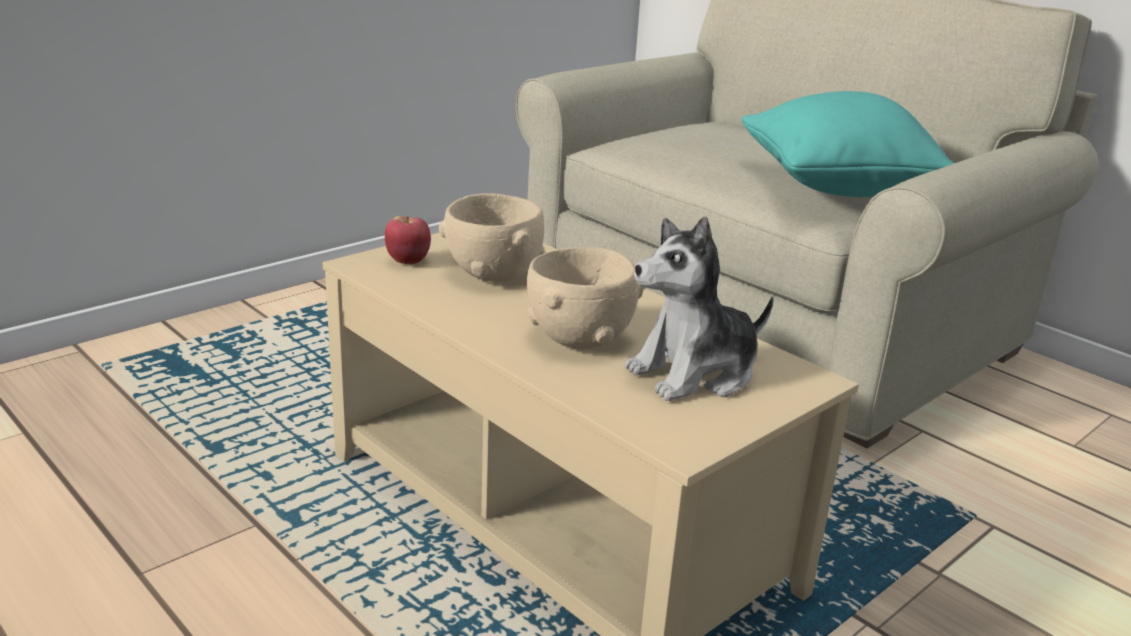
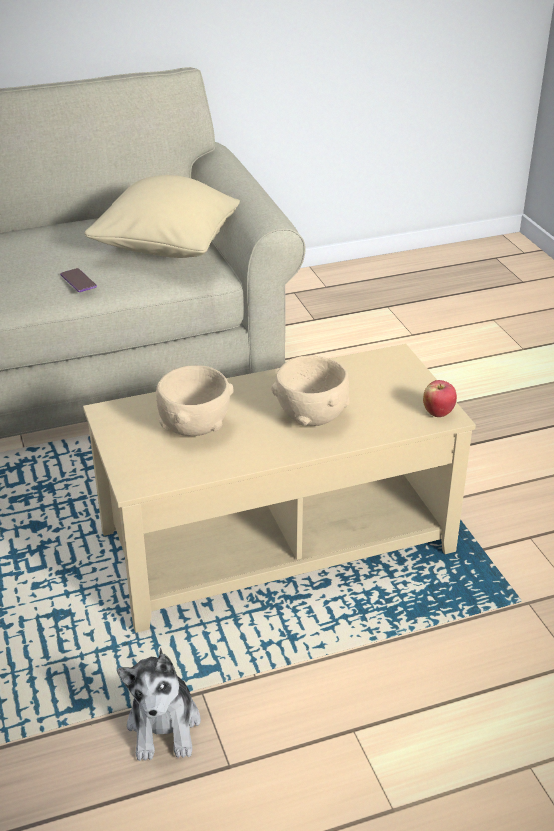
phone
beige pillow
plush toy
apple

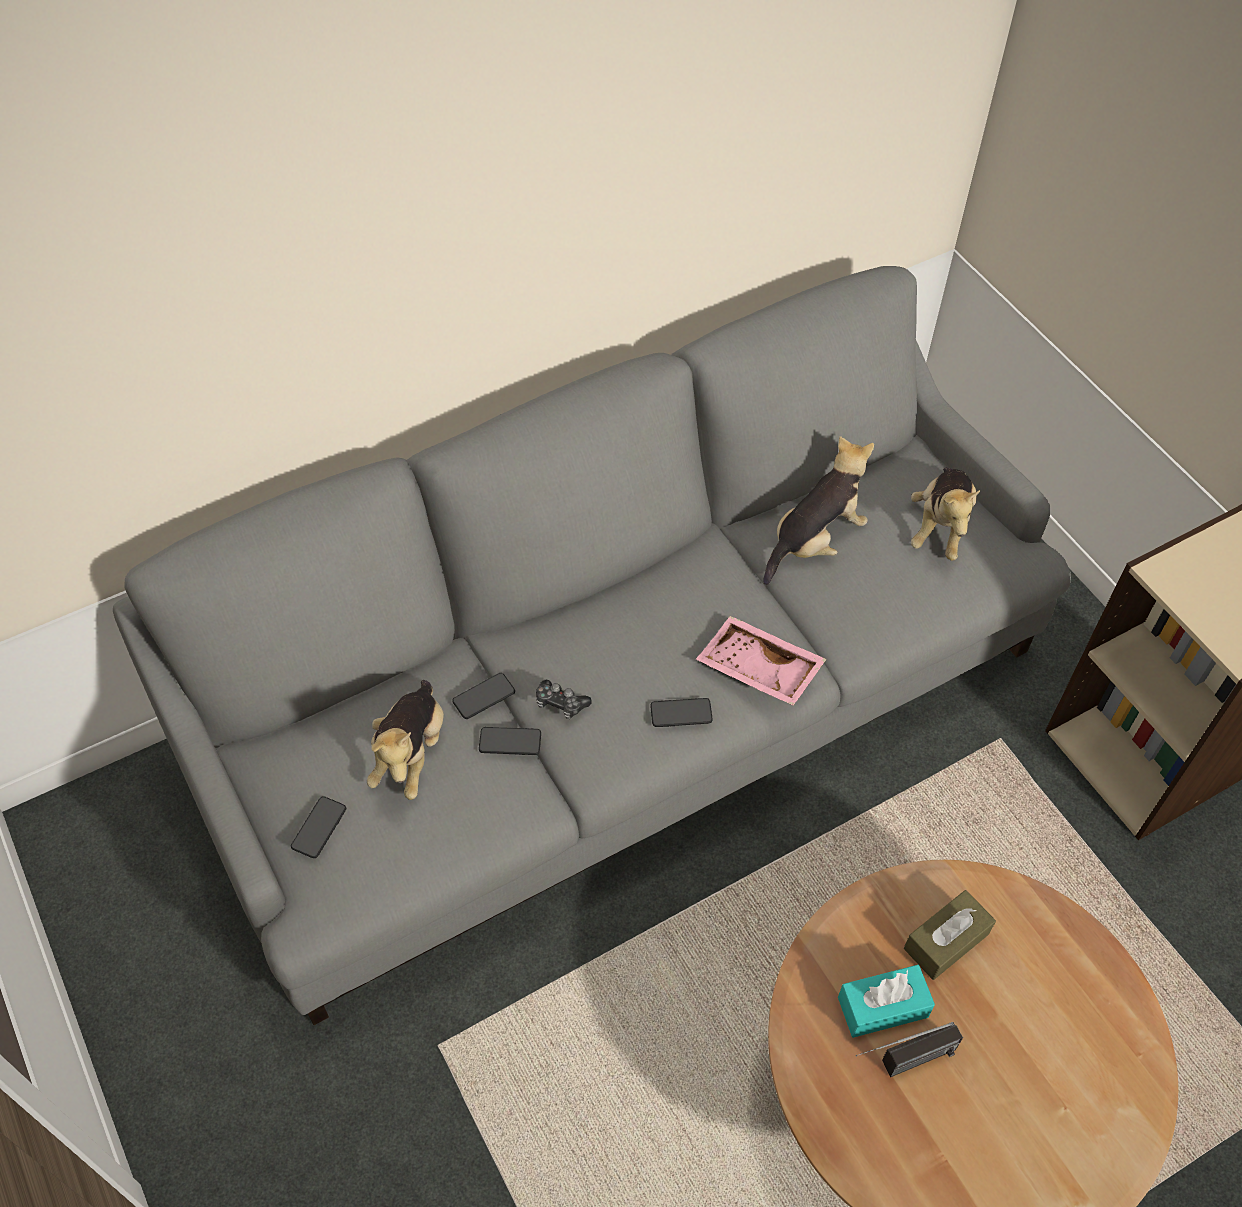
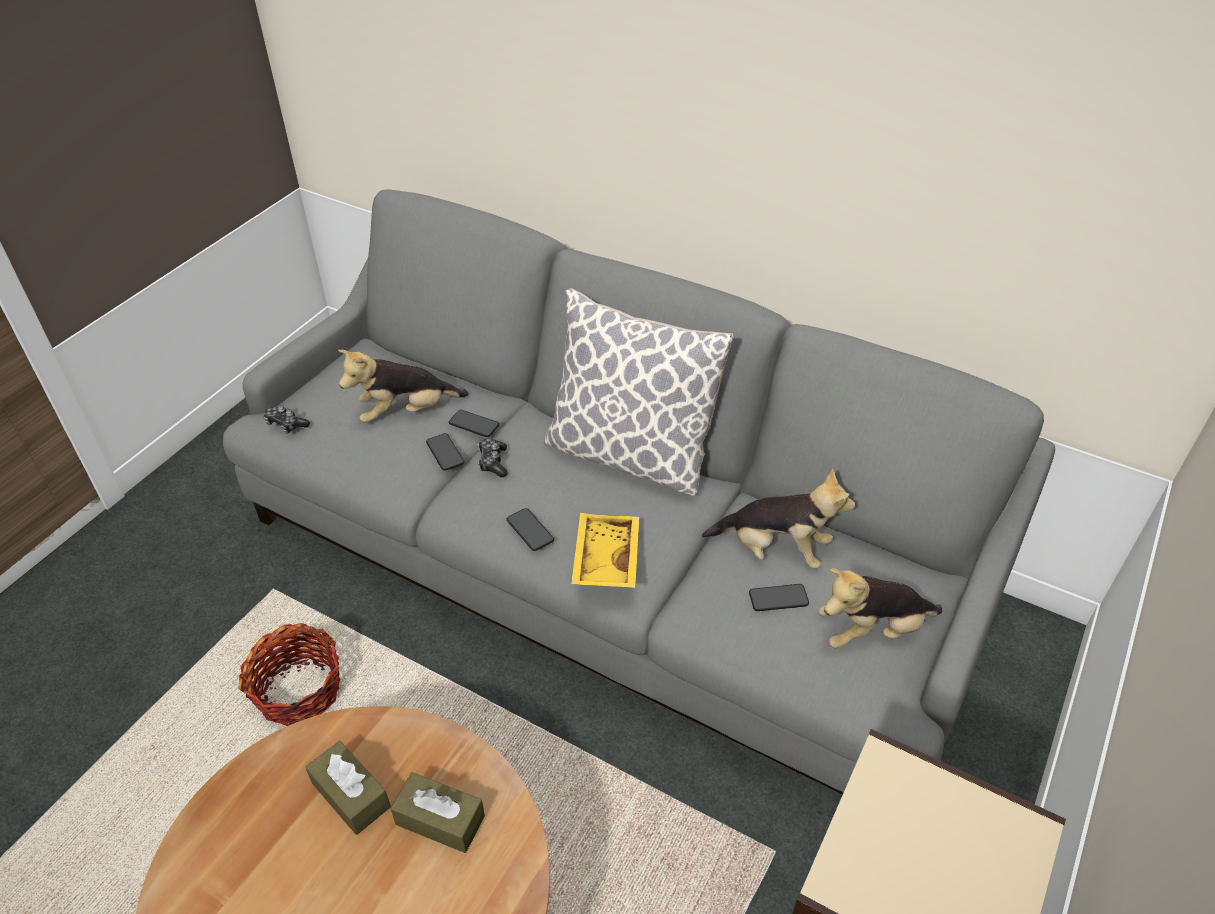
basket
game controller (1st from left)
brown tissue box (1st from left)
pillow
yellow tray
phone (4th from left)
radio

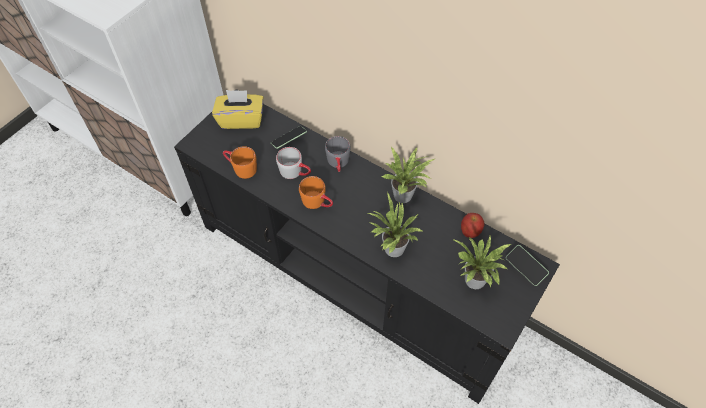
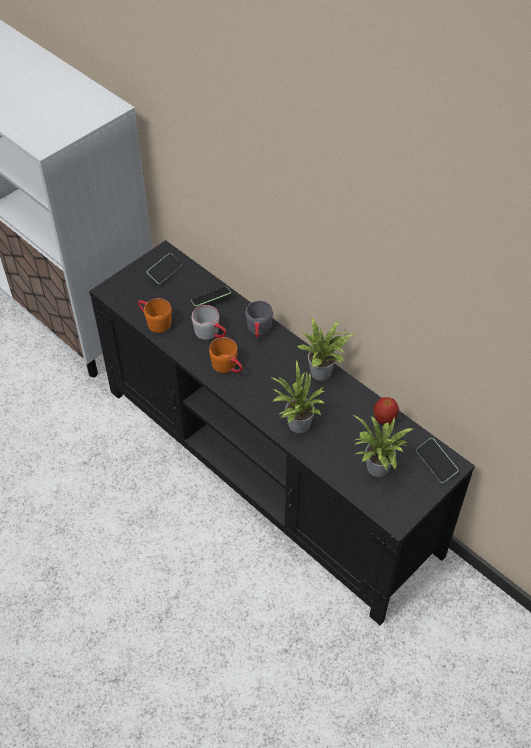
phone (1st from left)

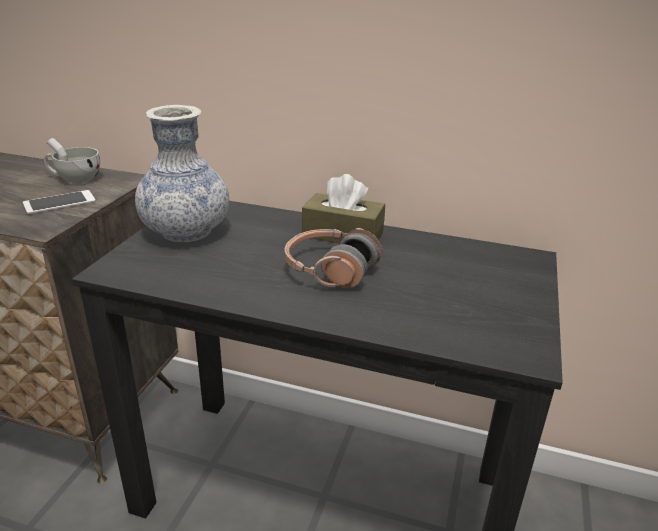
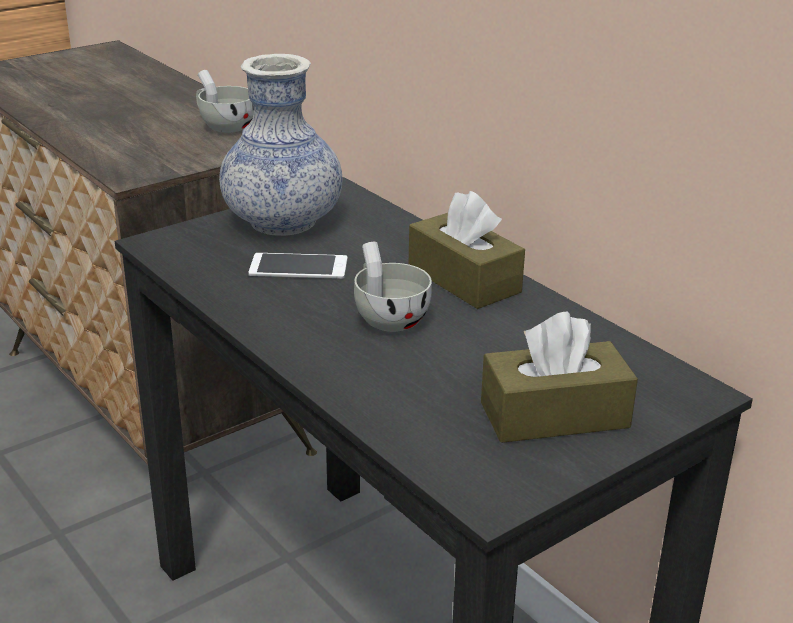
phone
white cup (2nd from left)
brown tissue box (2nd from left)

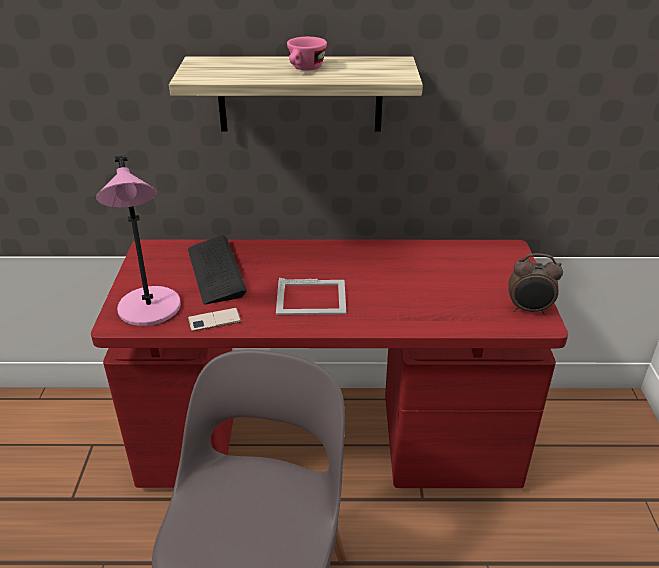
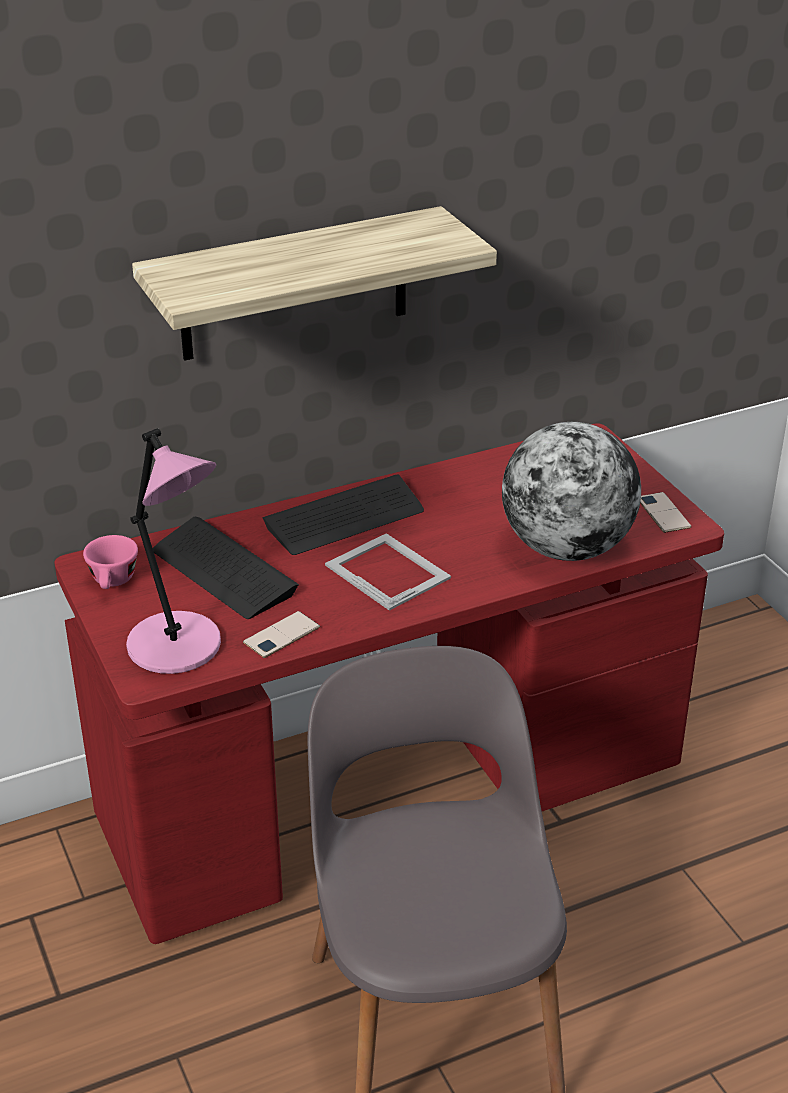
pink cup
keyboard (2nd from left)
picture frame
globe
phone (2nd from left)

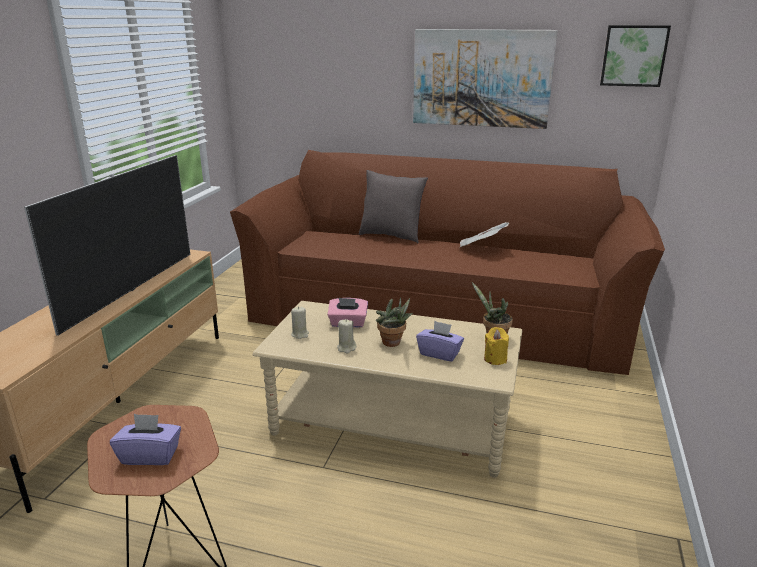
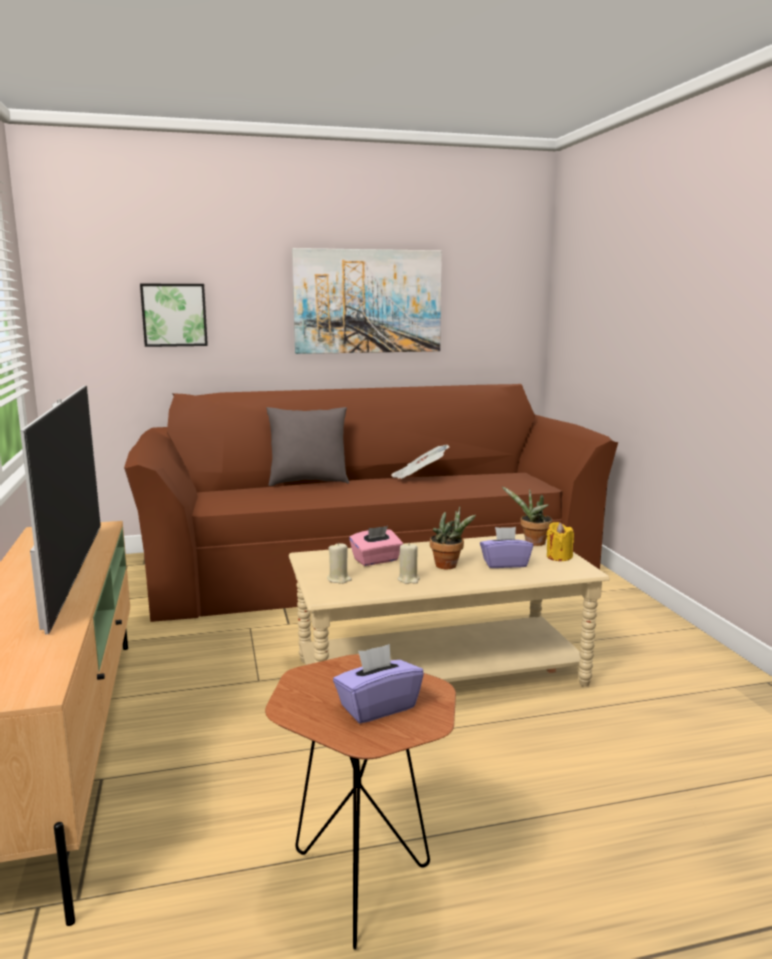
picture (1st from left)

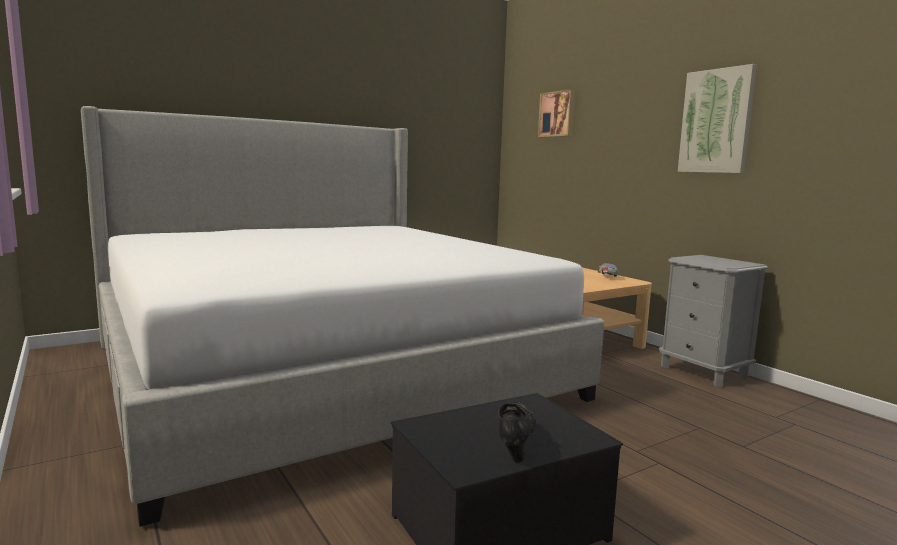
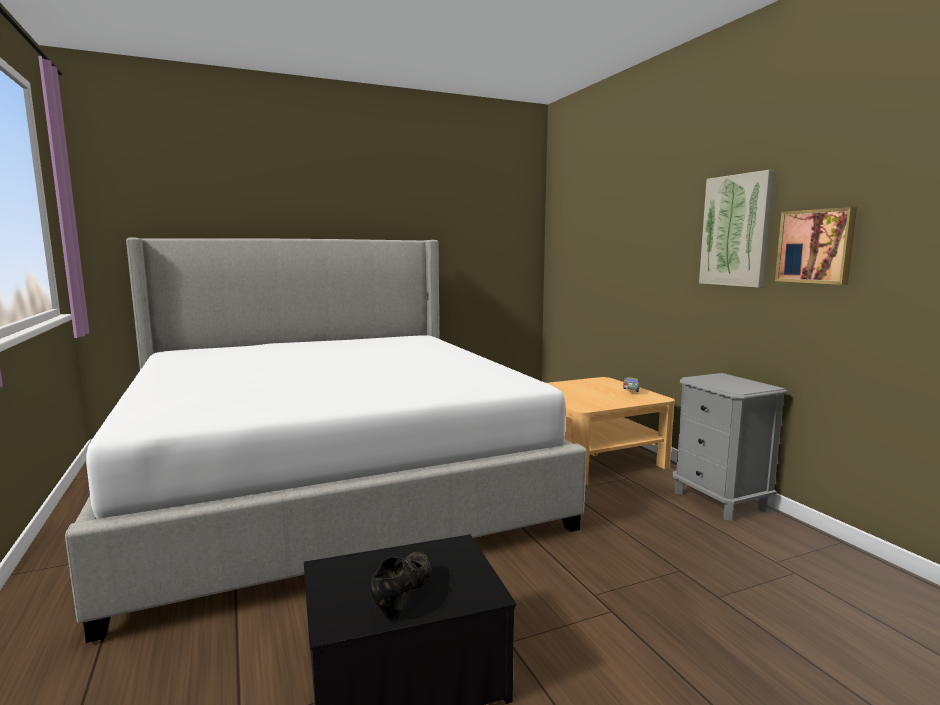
picture (2nd from left)

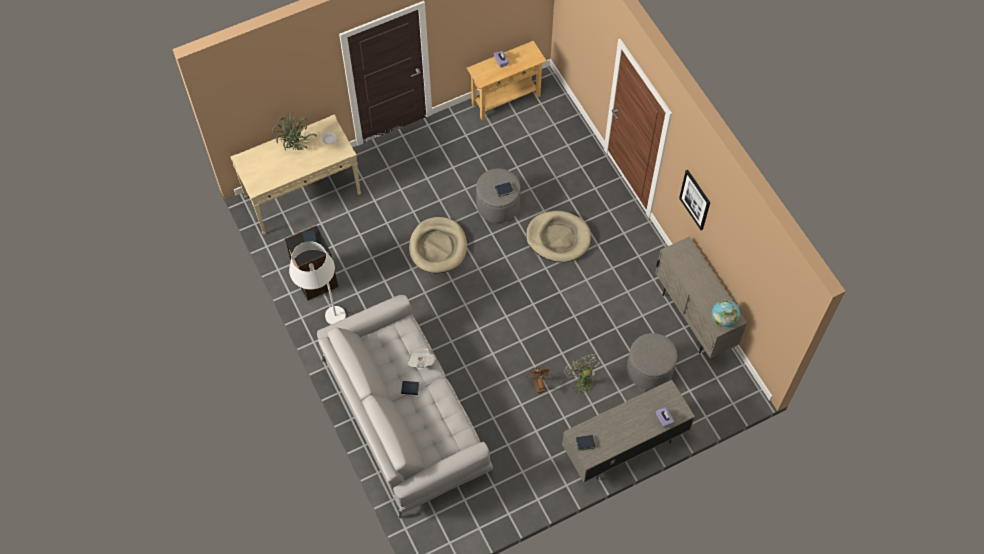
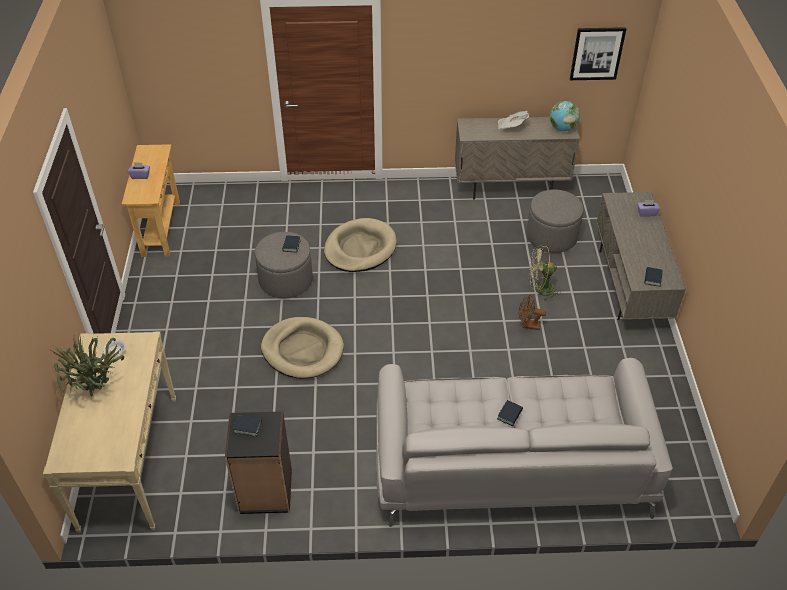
newspaper
picture
white floor lamp

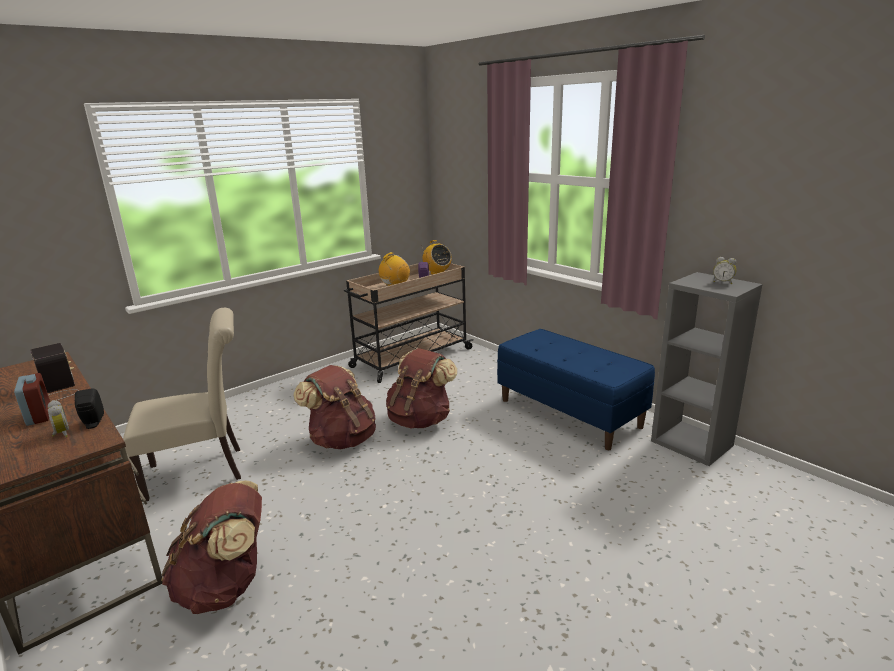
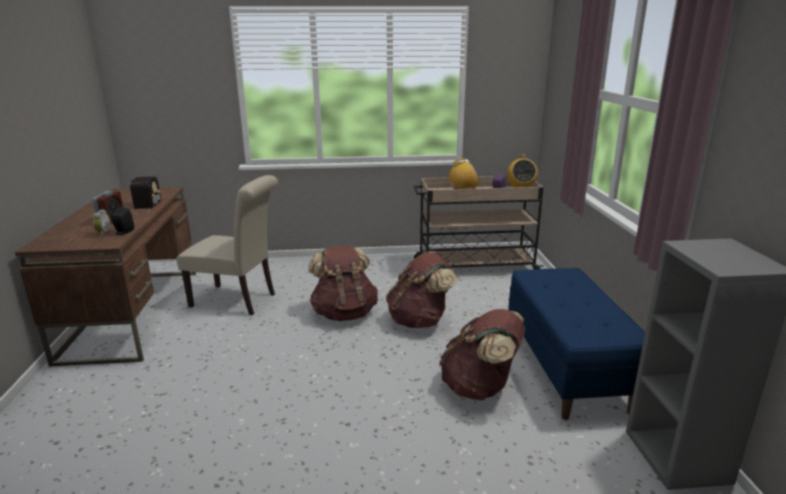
brown backpack (3rd from left)
alarm clock (3rd from left in the first image)

